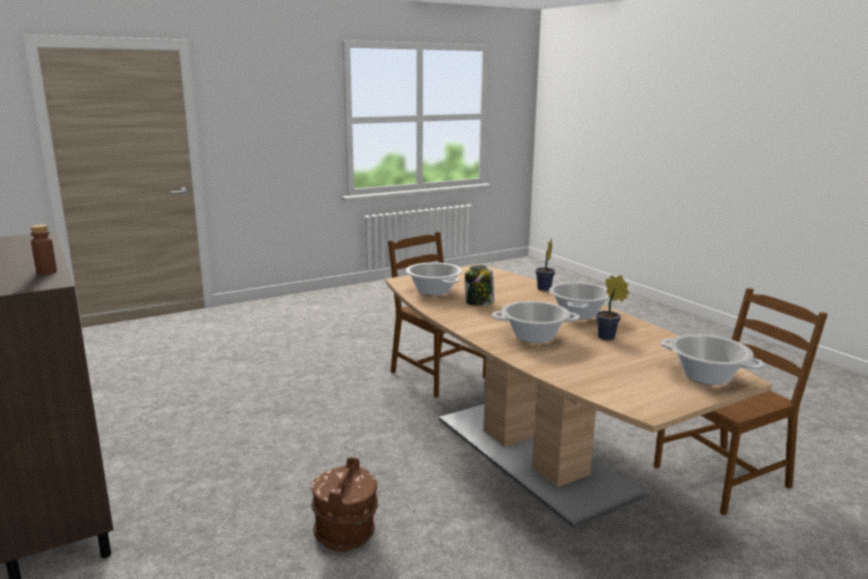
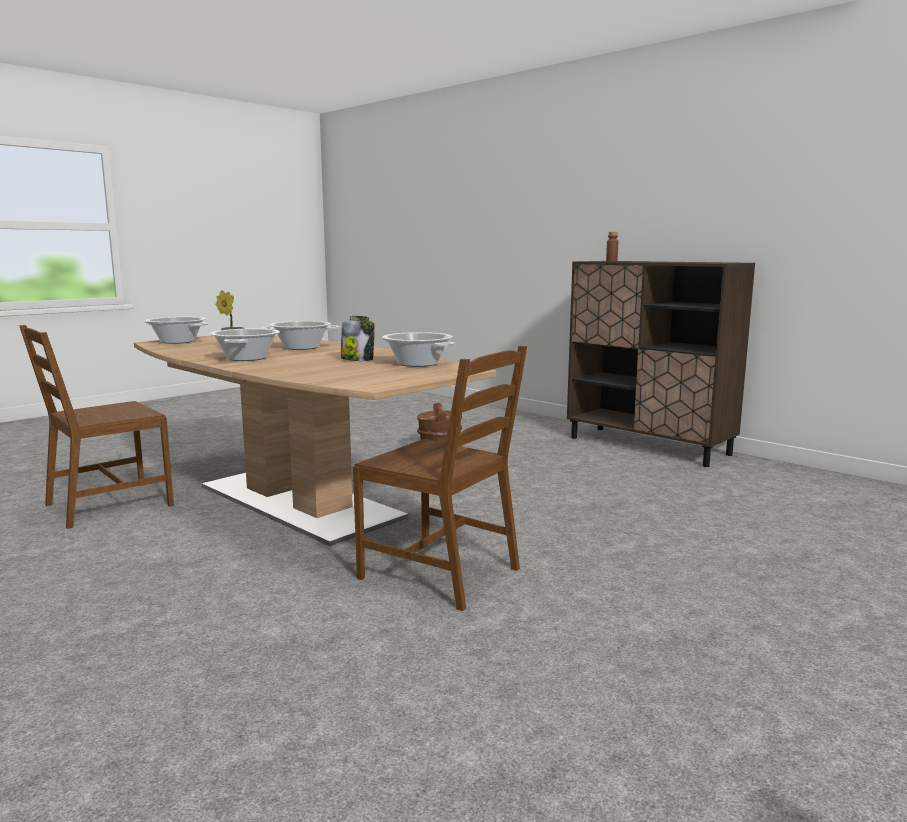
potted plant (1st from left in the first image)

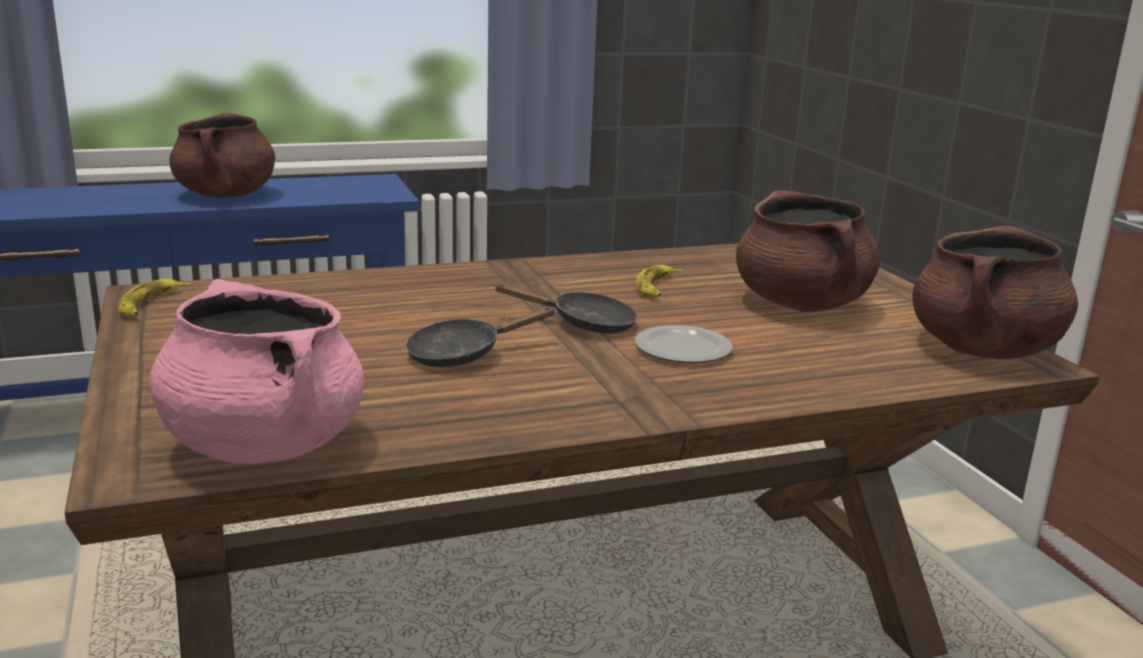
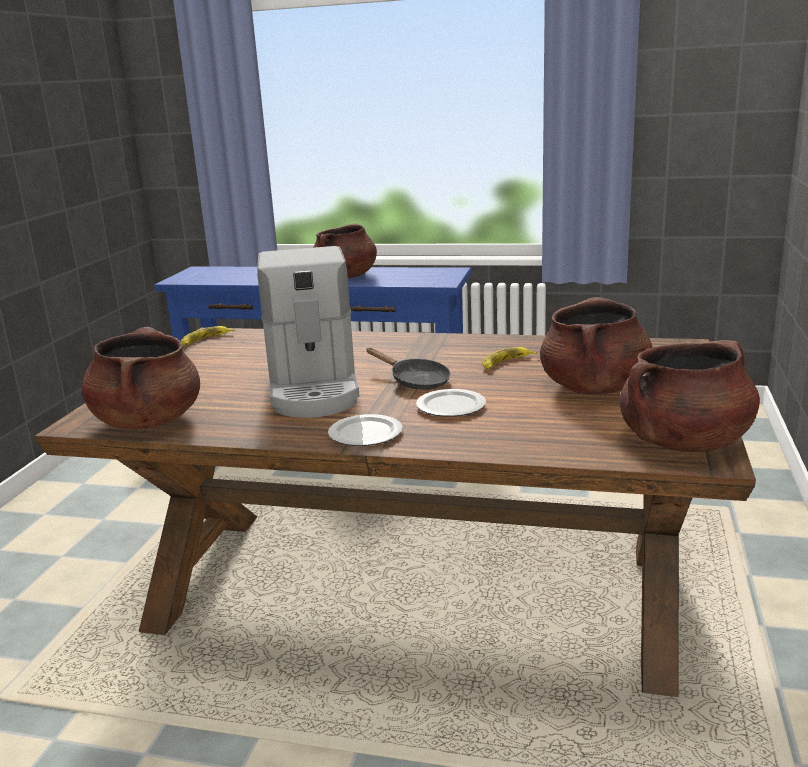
brown cooking pot (1st from left)
coffee machine
plate (1st from left)

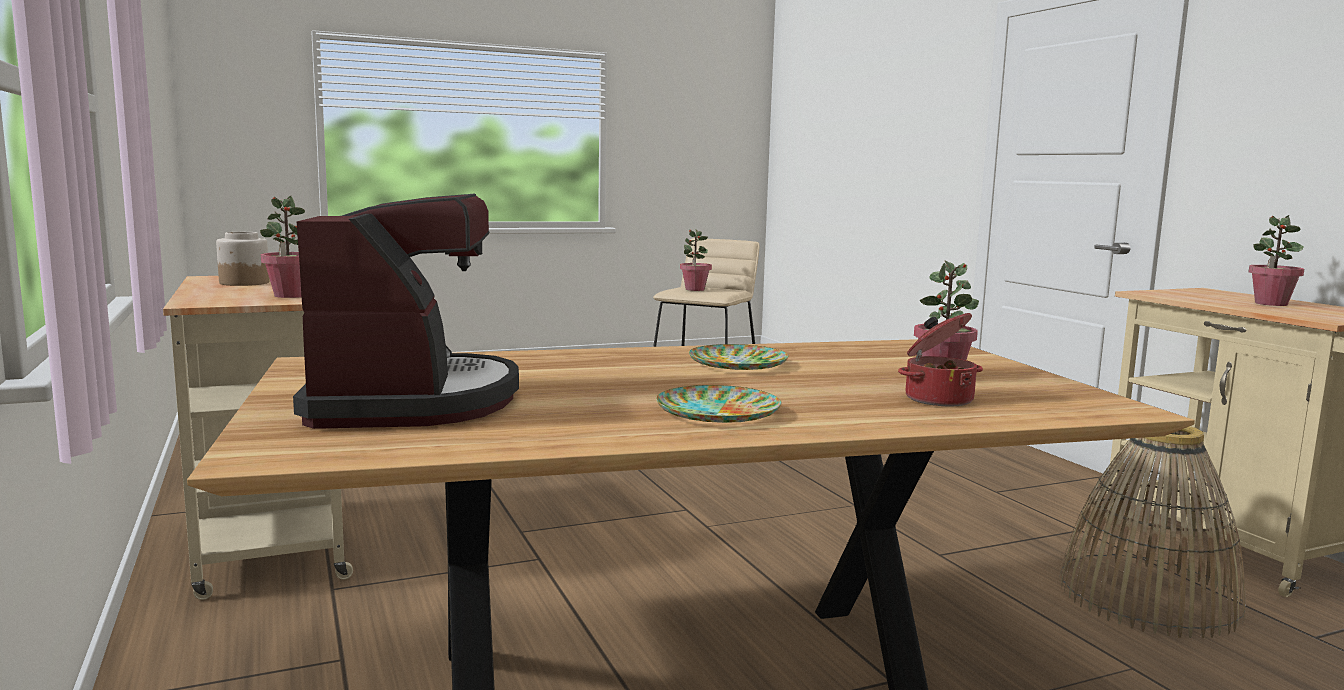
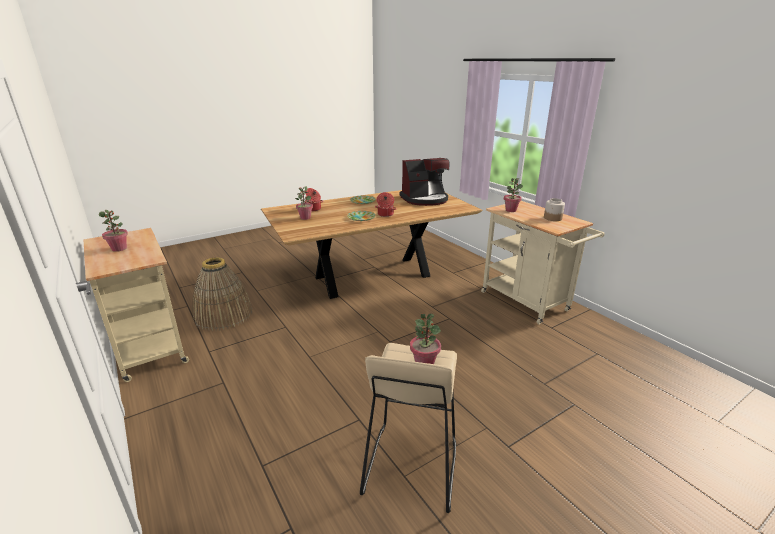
cooking pot (2nd from left)
coffee machine

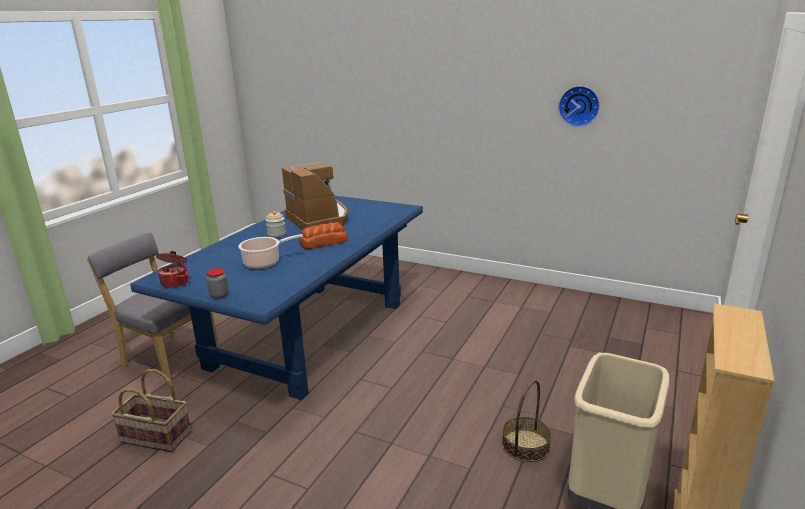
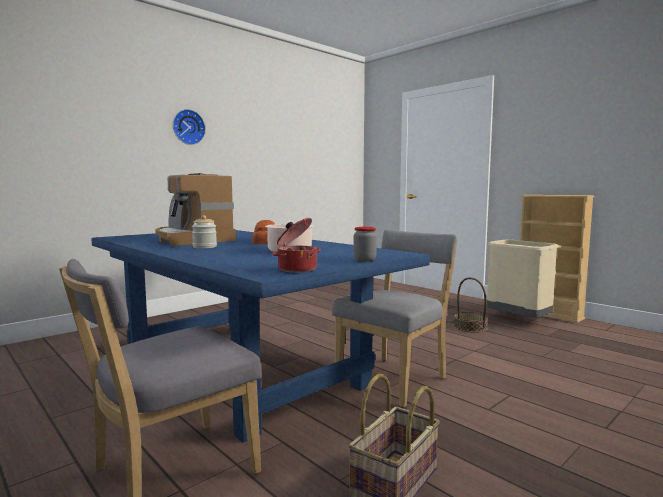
coffee machine
wall clock
grey chair (2nd from left)

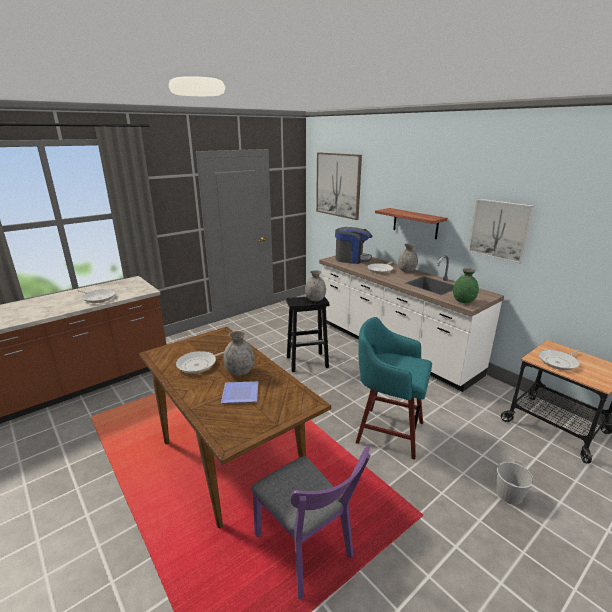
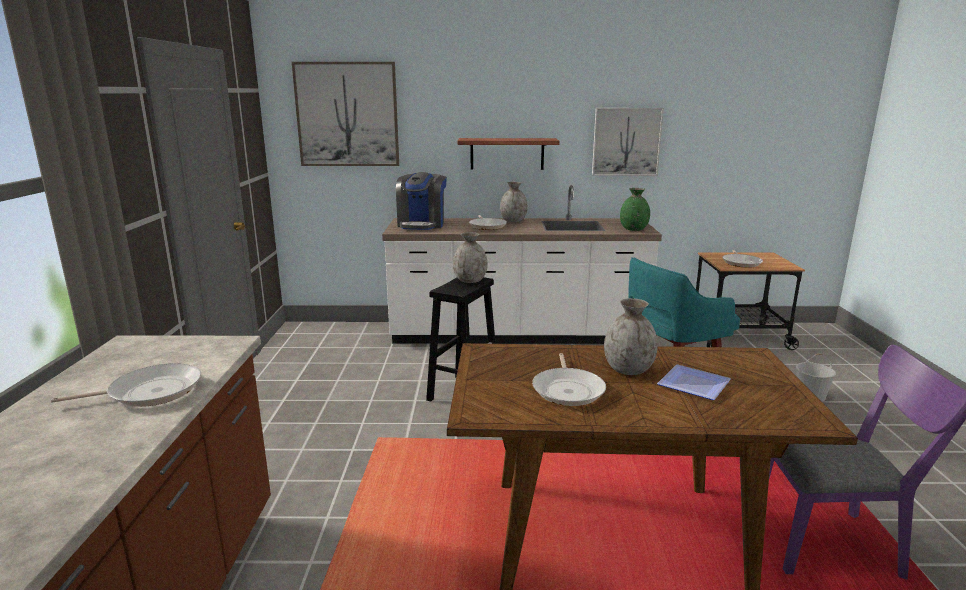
coffee machine

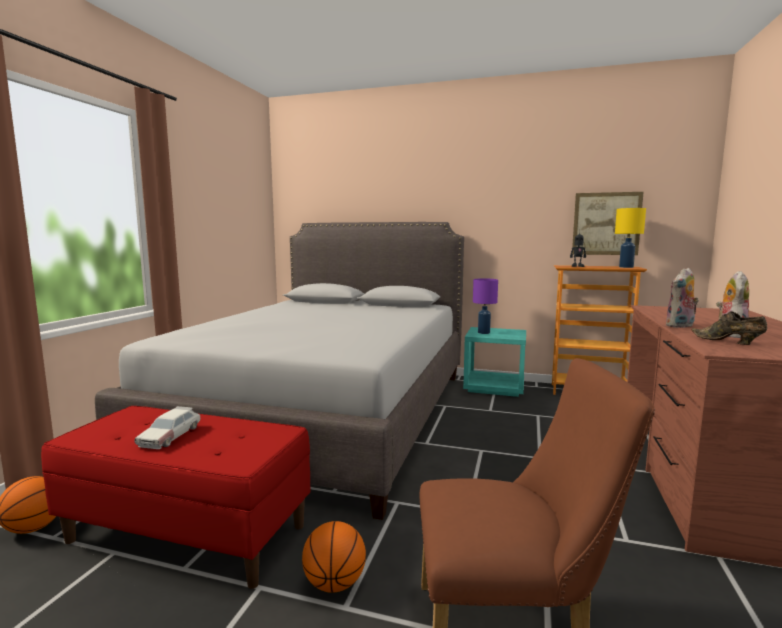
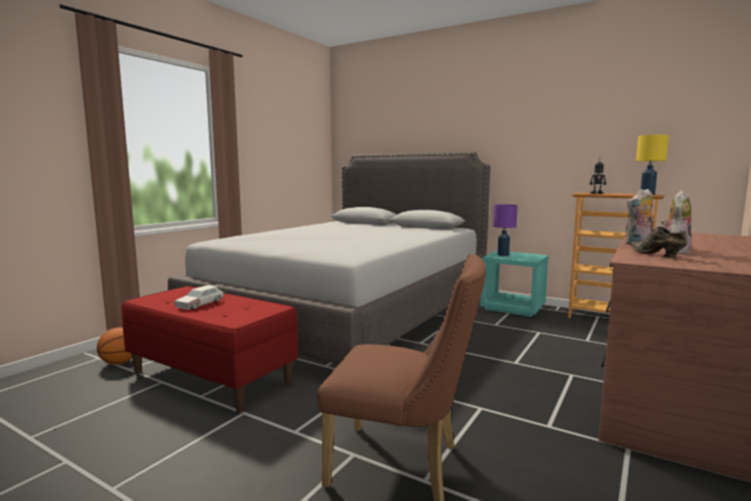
basketball (2nd from left in the first image)
picture

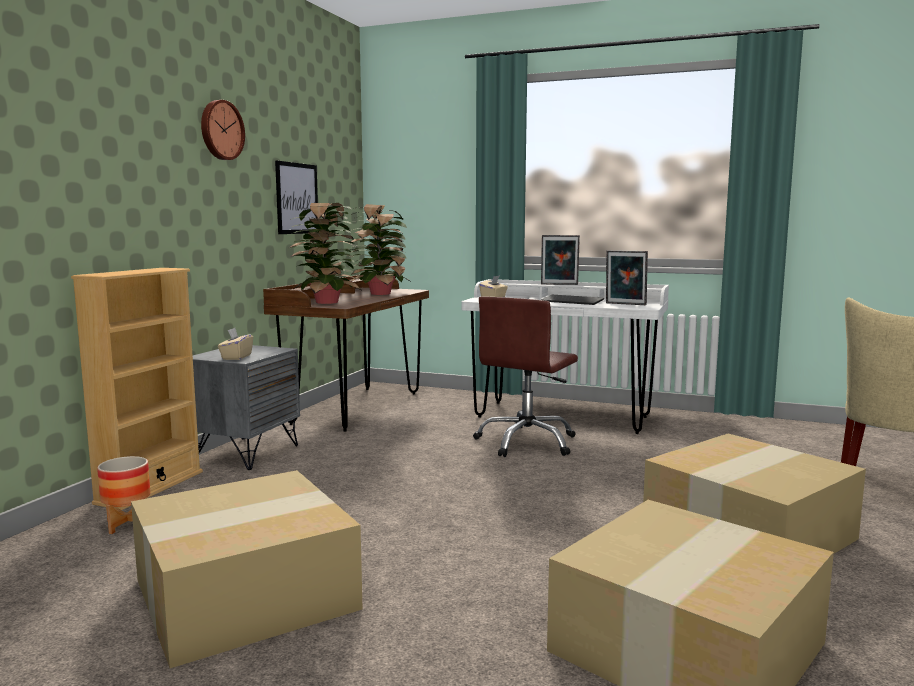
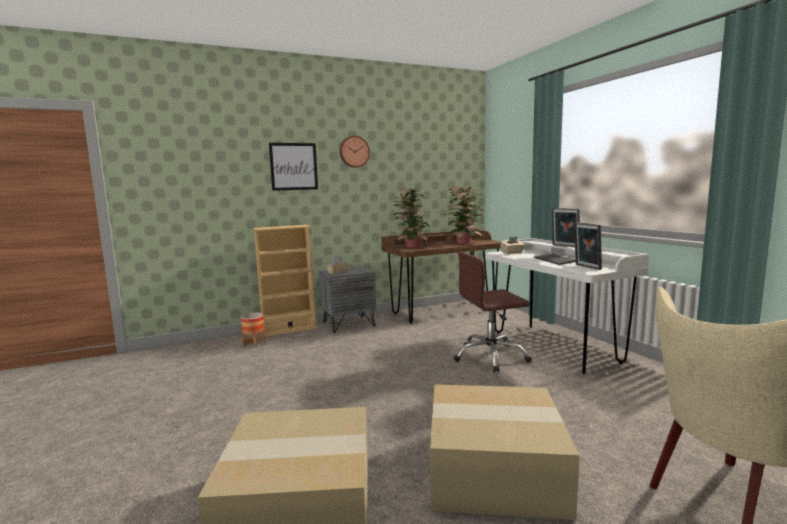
picture
cardboard box (1st from left in the first image)

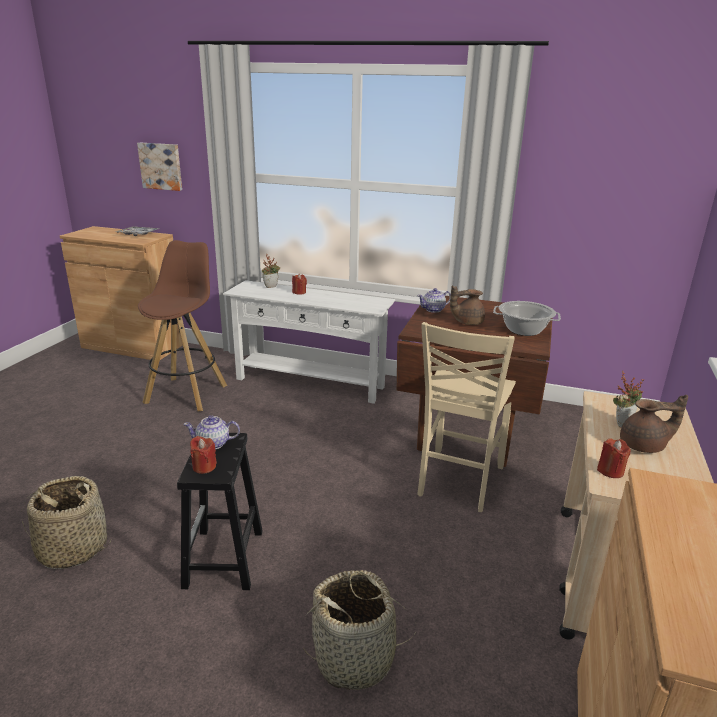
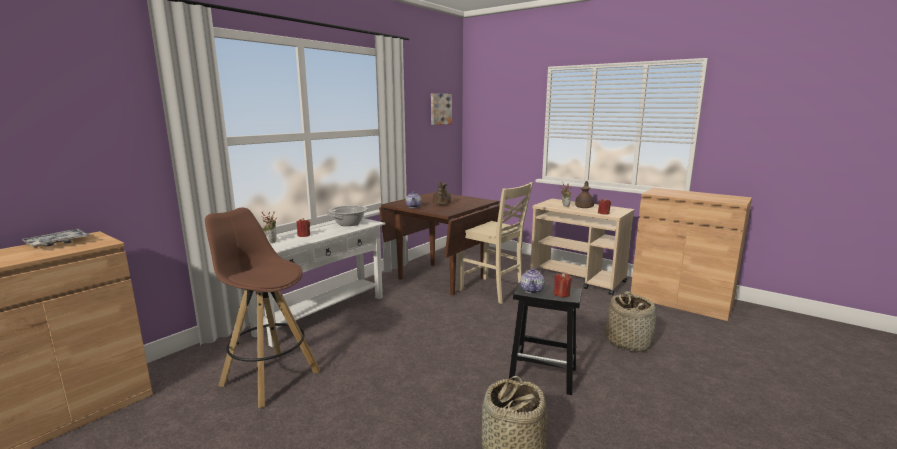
cooking pot
picture

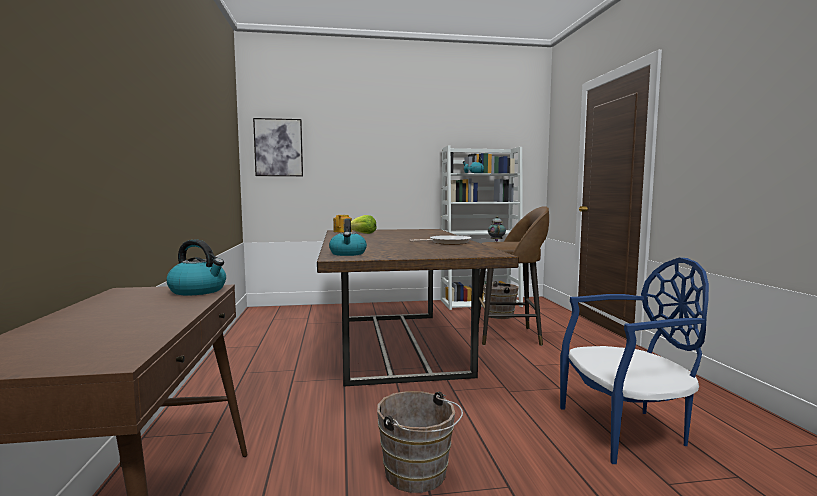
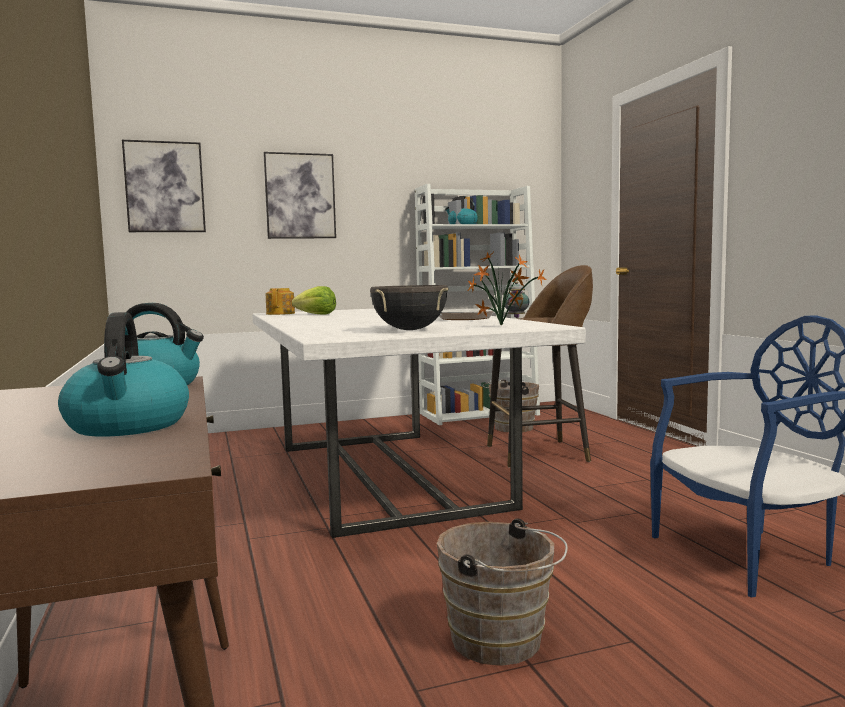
kettle (1st from left)
white dining table
picture (2nd from left)
black cooking pot
potted plant

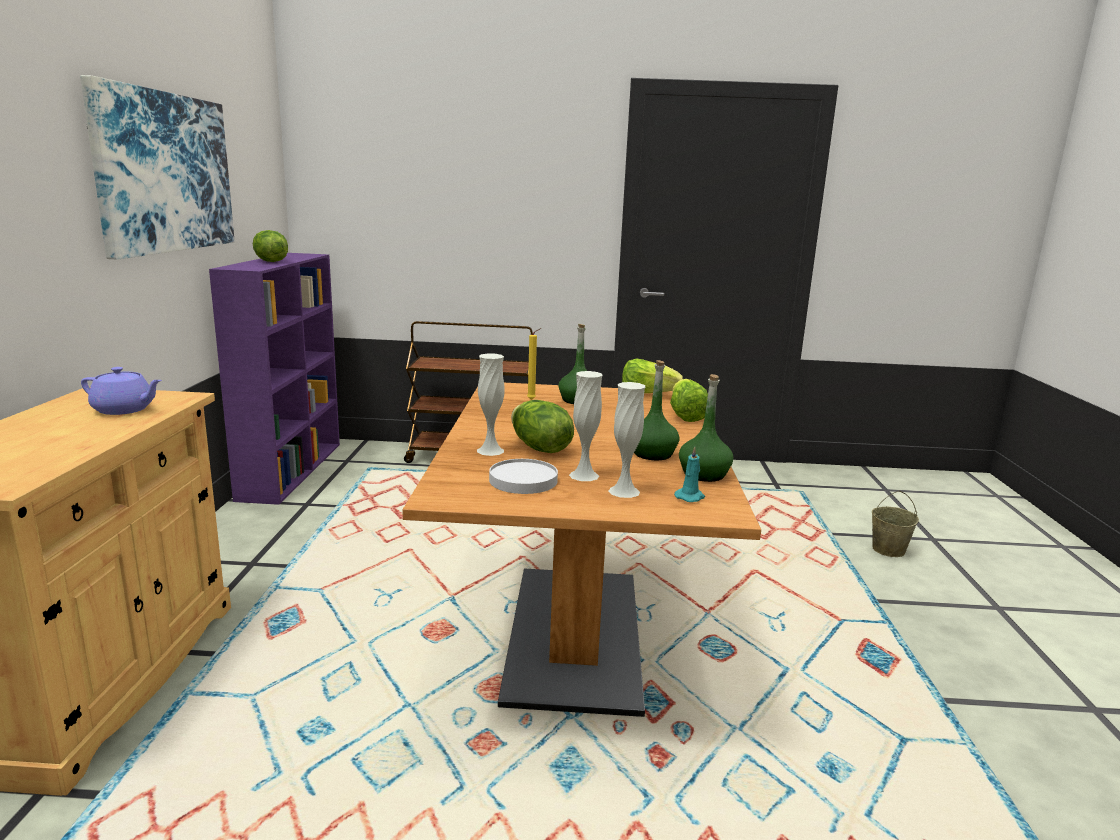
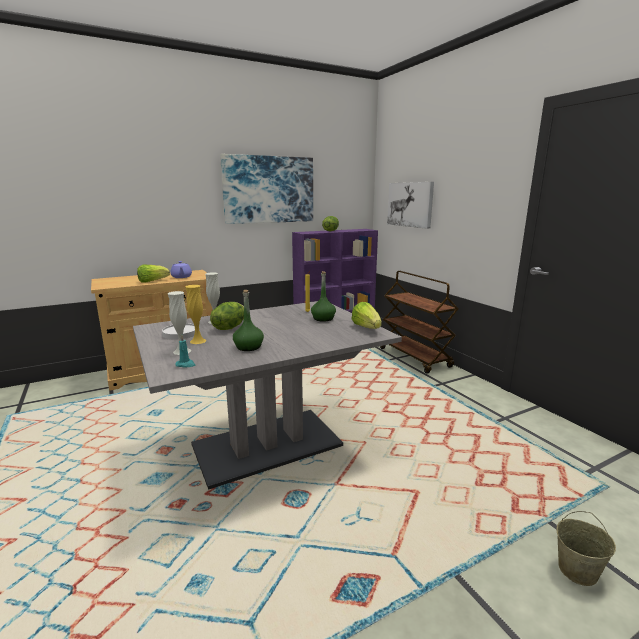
grey dining table
lettuce (1st from left)
yellow vase
picture (2nd from left)
green bottle (3rd from left in the first image)

